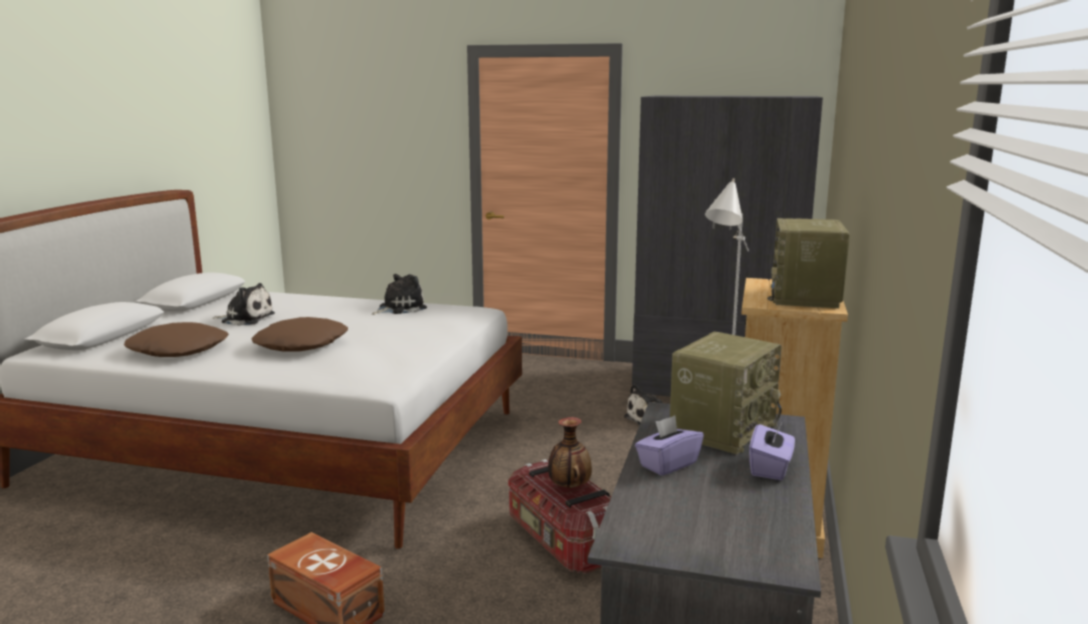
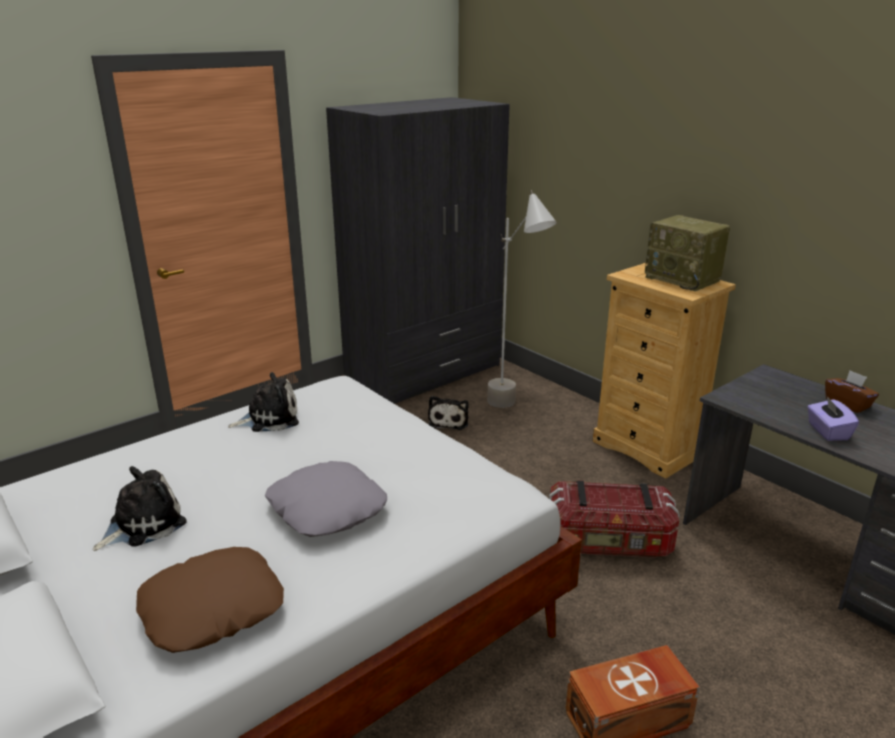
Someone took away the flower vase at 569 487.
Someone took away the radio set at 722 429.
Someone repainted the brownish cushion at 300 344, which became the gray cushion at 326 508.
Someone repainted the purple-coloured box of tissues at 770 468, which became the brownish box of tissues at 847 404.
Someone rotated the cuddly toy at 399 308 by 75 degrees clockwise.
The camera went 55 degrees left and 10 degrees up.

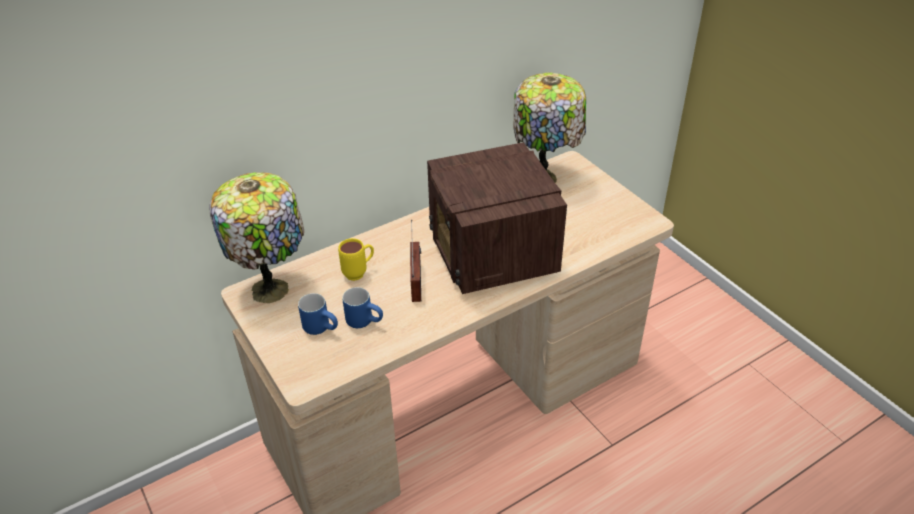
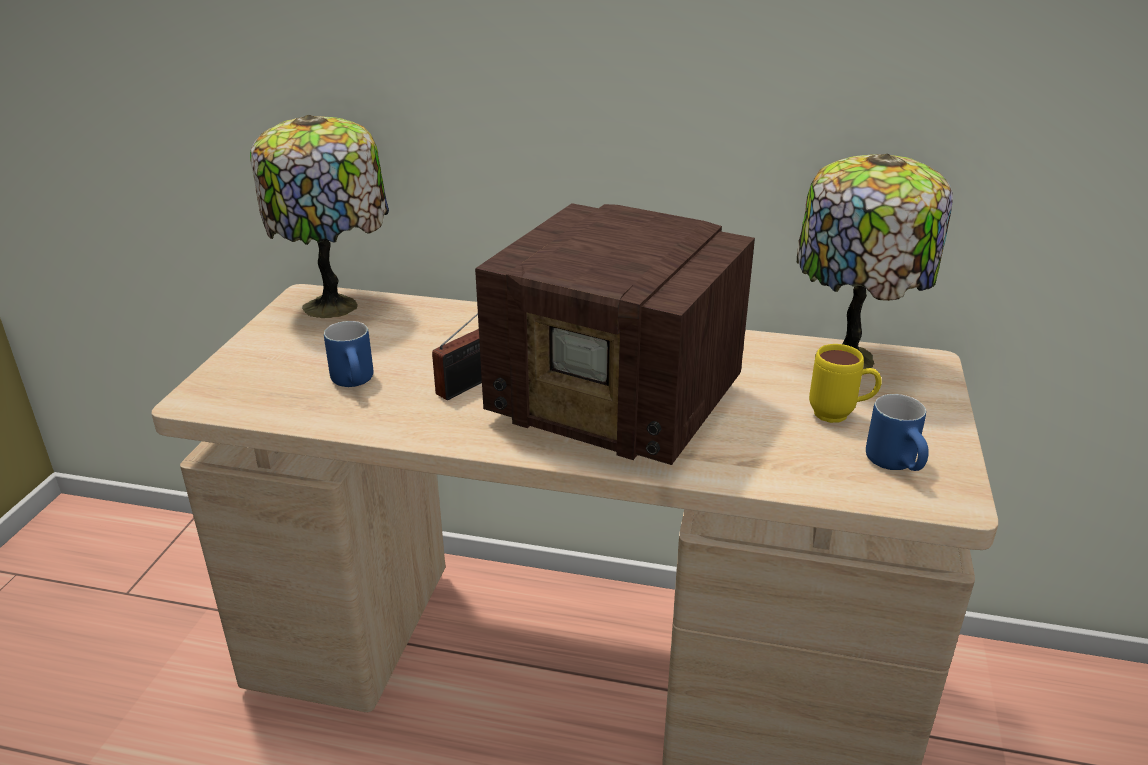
Someone carried the bluish mug from 322 327 to 899 465.
Someone carried the yellow-coloured mug from 359 273 to 840 416.
Someone rotated the radio set at 493 256 by 90 degrees counterclockwise.
The camera went 45 degrees right and 10 degrees down.

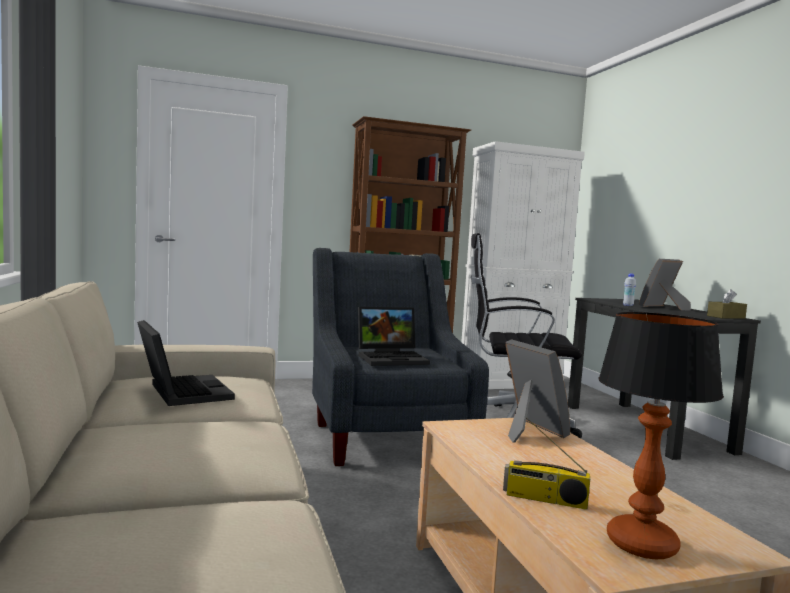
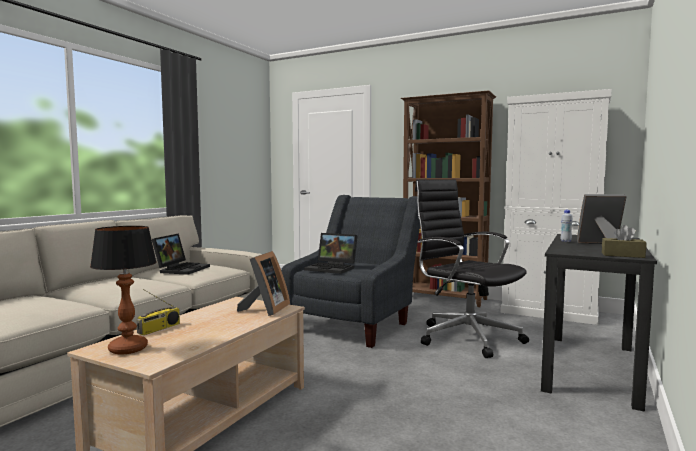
Someone rotated the radio set at 544 499 by 120 degrees counterclockwise.
The camera went 45 degrees right and 0 degrees up.

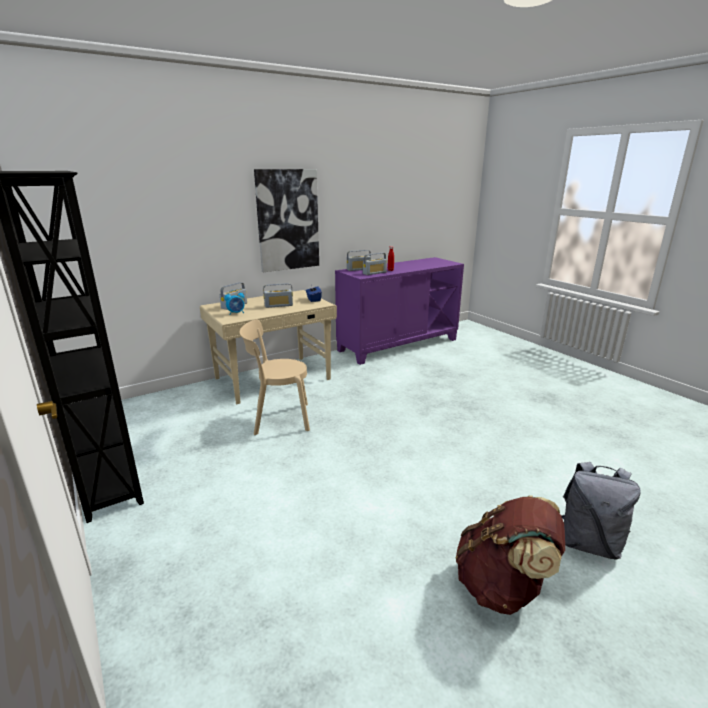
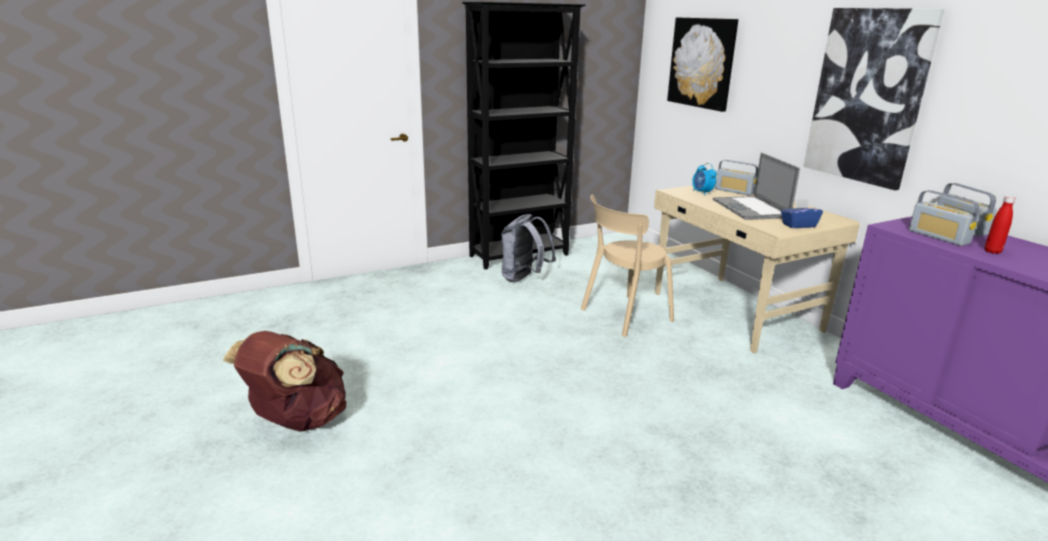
Someone put up the wall picture at 702 63.
Someone carried the gray backpack from 588 543 to 524 278.
Someone swapped the radio set at 278 305 for the laptop at 750 208.
Someone rotated the beige-coloured plain chair at 278 418 by 120 degrees counterclockwise.
The camera went 95 degrees right and 0 degrees up.

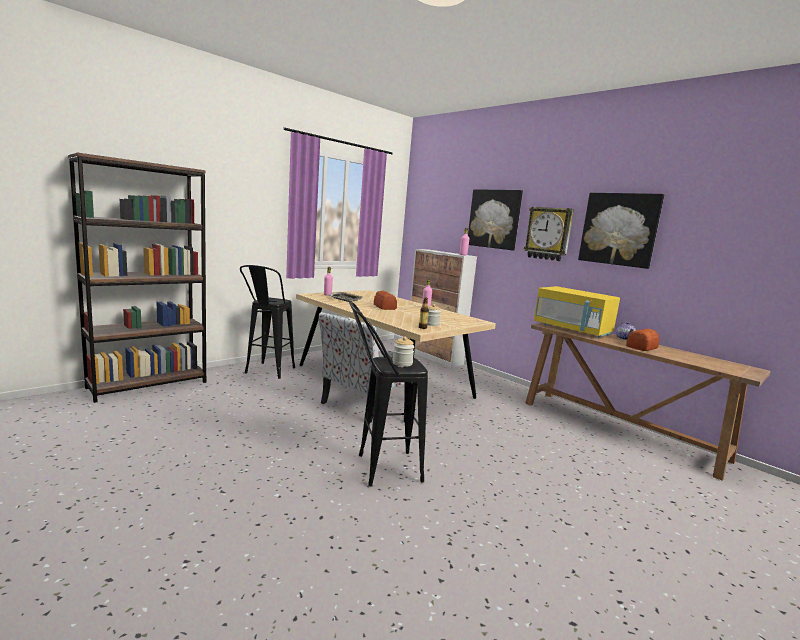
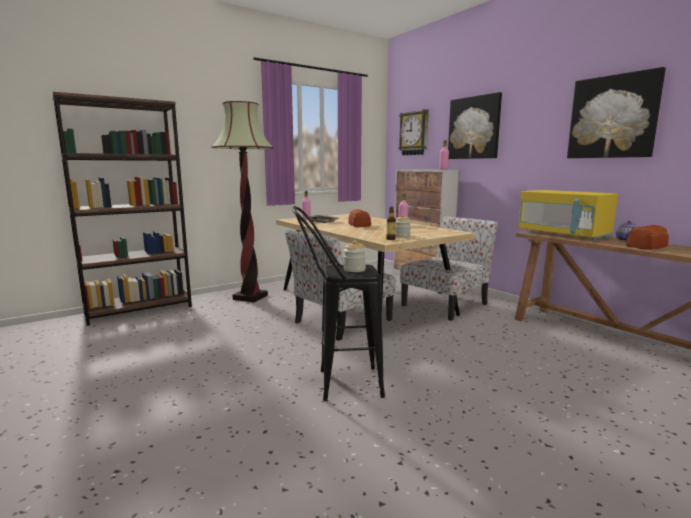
Someone put down the plain chair at 446 304.
Someone carried the wall clock from 548 233 to 414 133.
Someone swapped the black-coloured stool at 266 373 for the standing lamp at 250 297.
The camera went 10 degrees right and 0 degrees up.

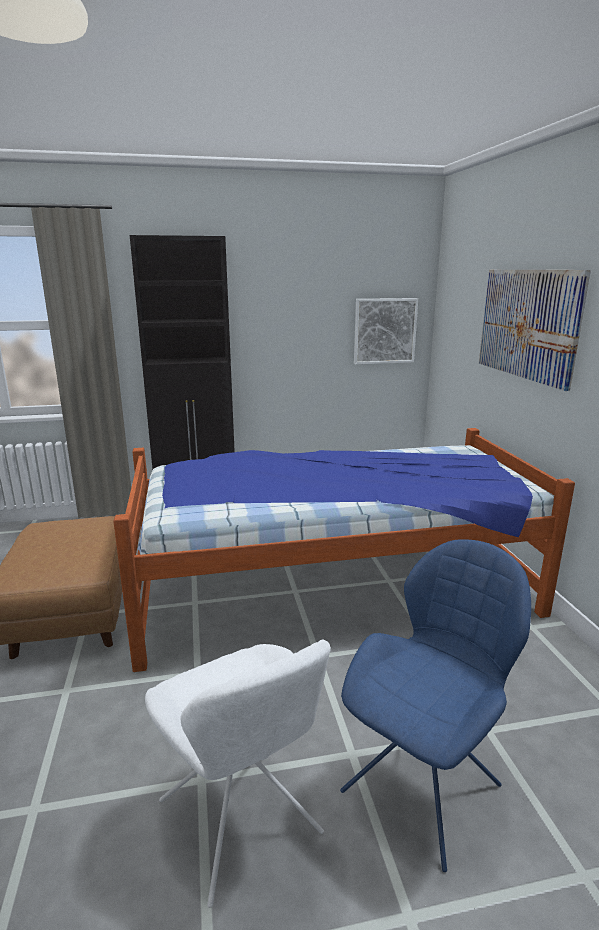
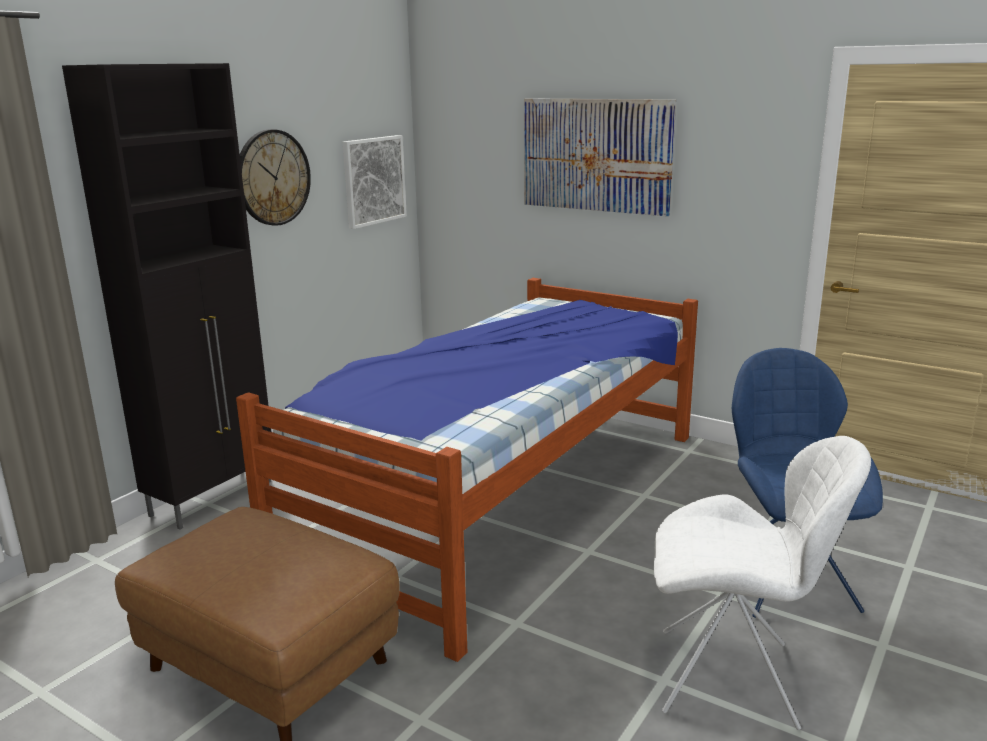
Someone put up the wall clock at 273 177.
The camera went 45 degrees left and 0 degrees up.

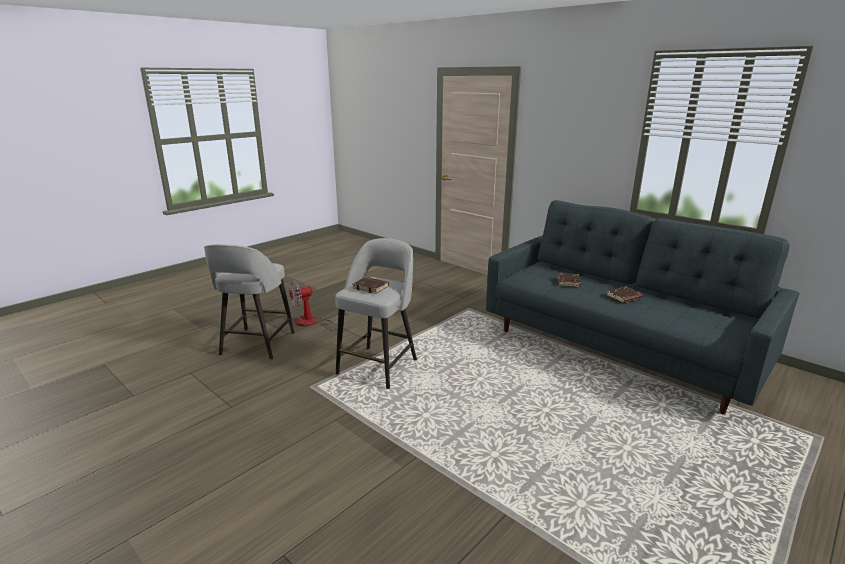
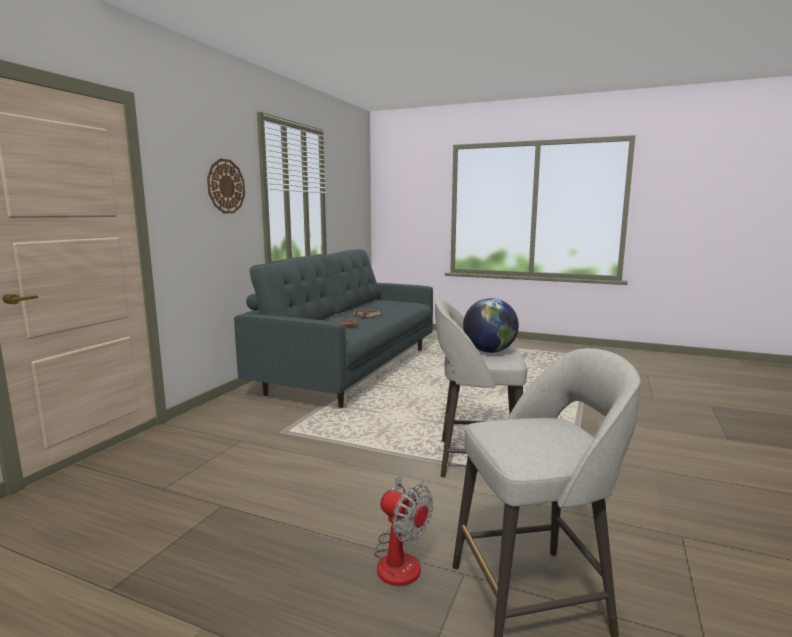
Someone put up the wall clock at 226 186.
Someone swapped the brownish volume at 371 287 for the world globe at 489 351.
The camera went 110 degrees left and 10 degrees down.

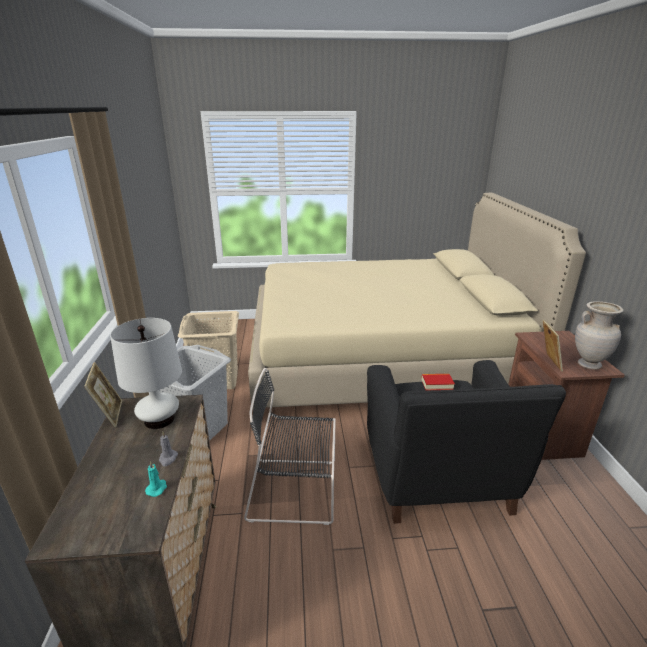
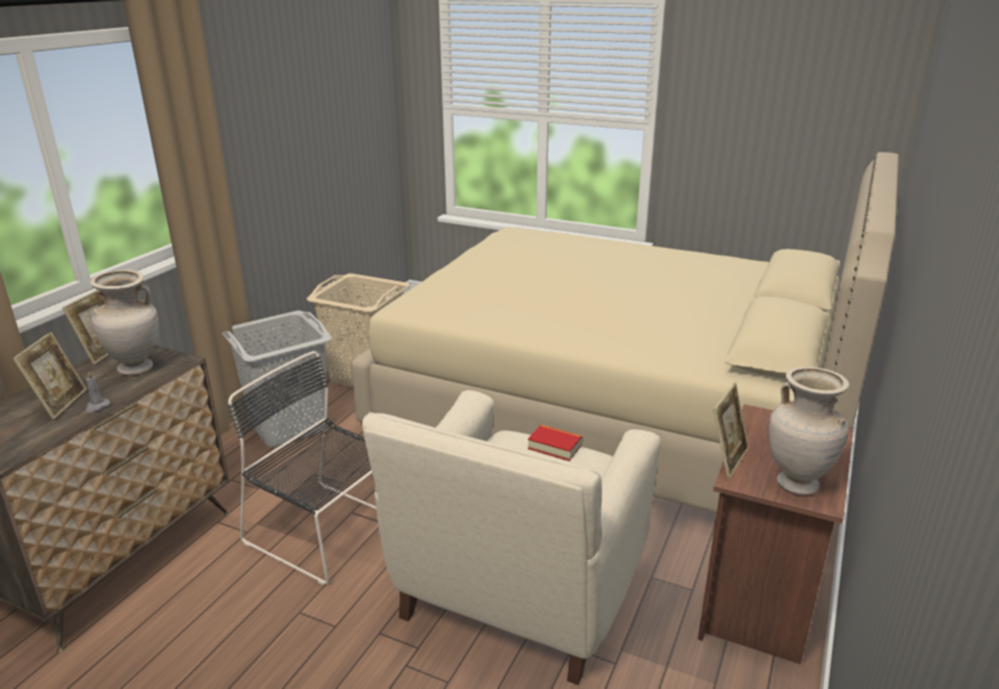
Someone took away the turquoise candle at 157 488.
Someone put down the standing frame at 60 403.
Someone swapped the whitish tabletop lamp at 159 419 for the beige-coloured flower vase at 136 369.
Someone repainted the black-coloured easy chair at 438 479, which became the beige-coloured easy chair at 517 593.
The camera went 30 degrees right and 0 degrees up.

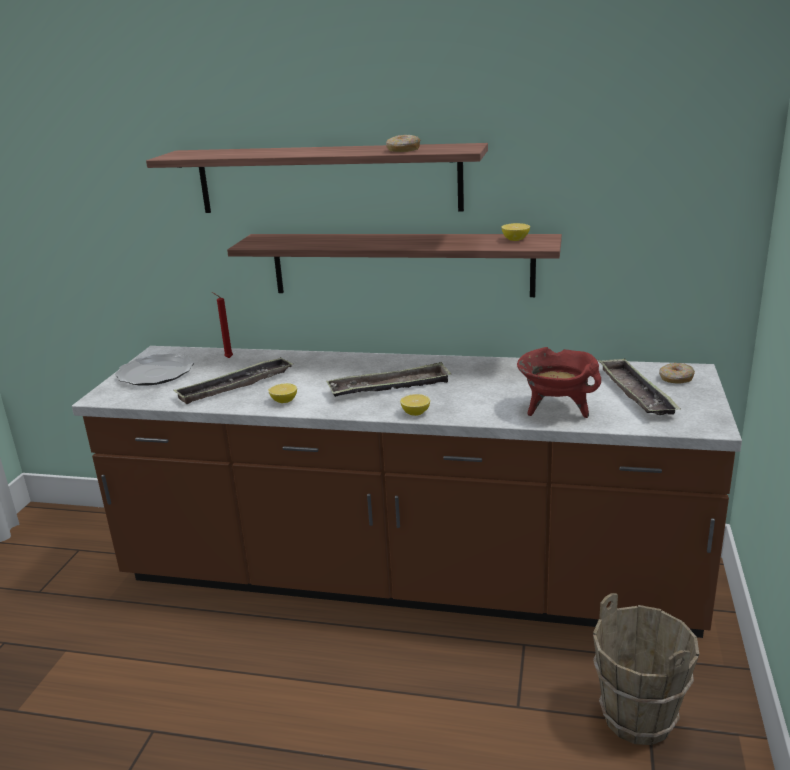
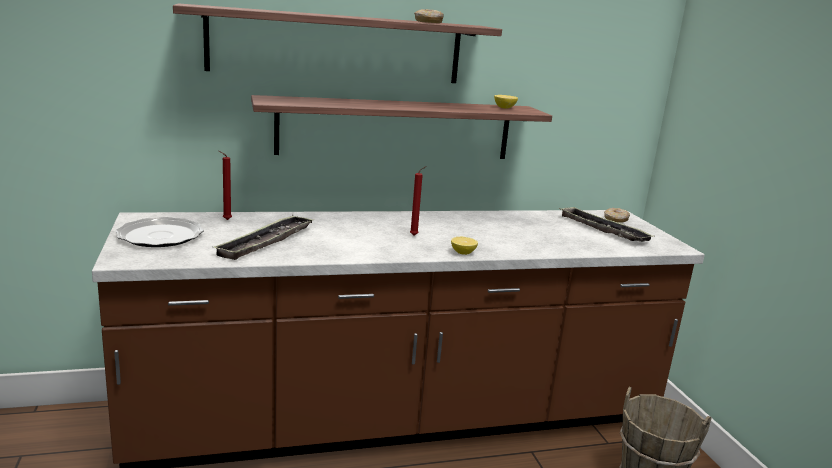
Someone took away the lemon at 284 401.
Someone took away the red stockpot at 556 410.
Someone swapped the tray at 390 387 for the red candle at 415 235.
The camera went 30 degrees left and 5 degrees down.

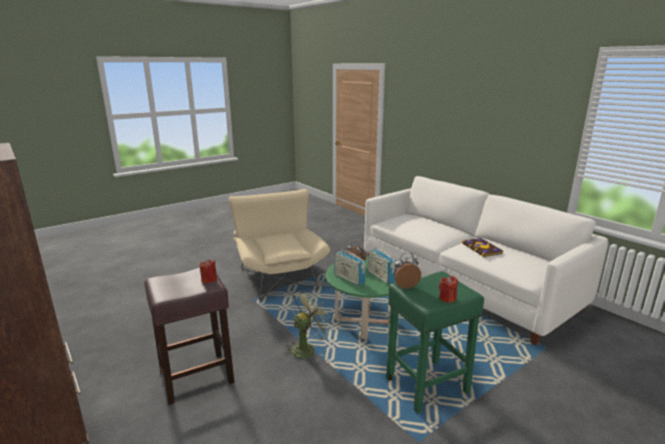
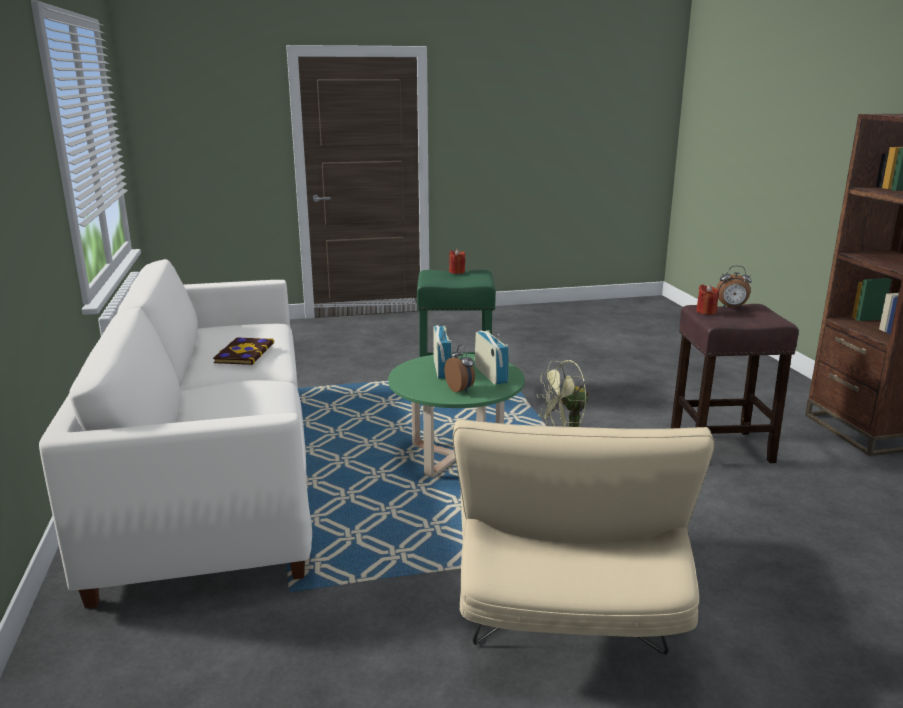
Someone carried the bedside clock from 405 285 to 731 308.
The camera went 155 degrees left and 0 degrees up.

